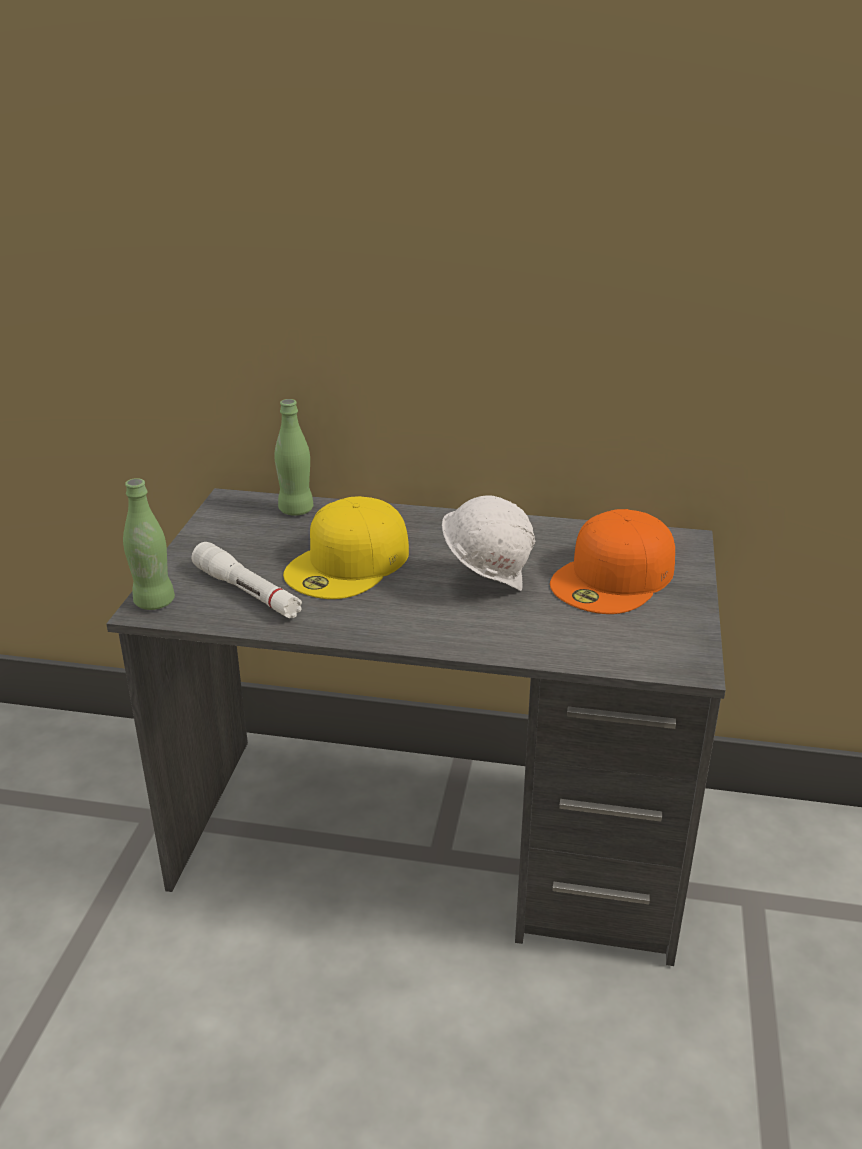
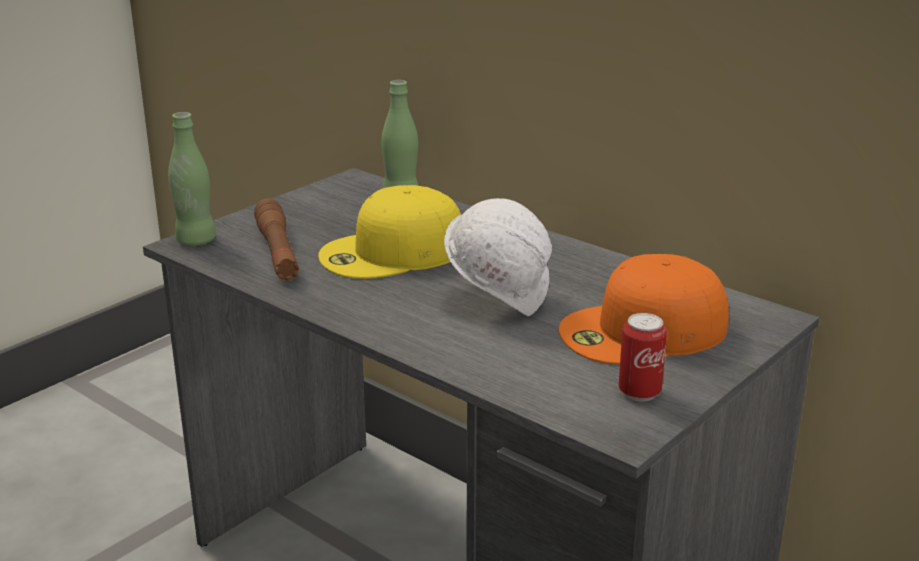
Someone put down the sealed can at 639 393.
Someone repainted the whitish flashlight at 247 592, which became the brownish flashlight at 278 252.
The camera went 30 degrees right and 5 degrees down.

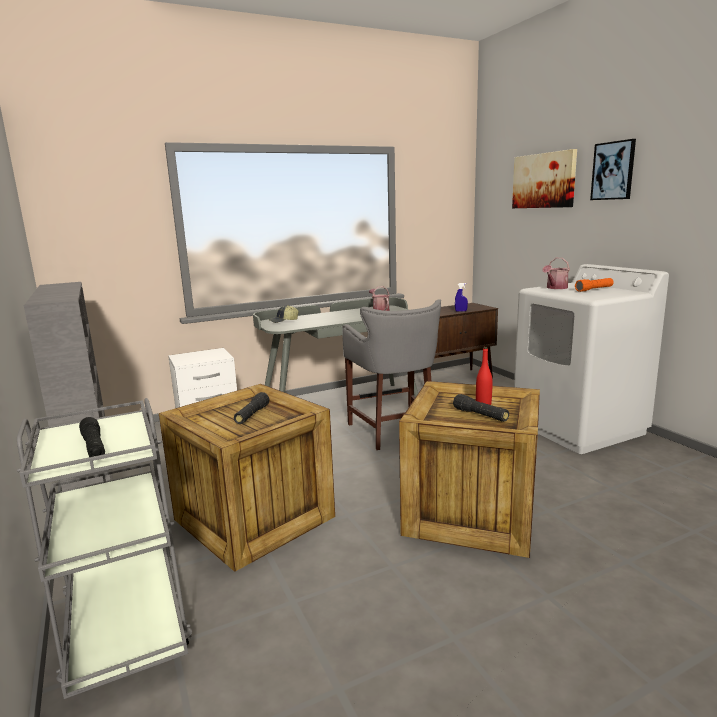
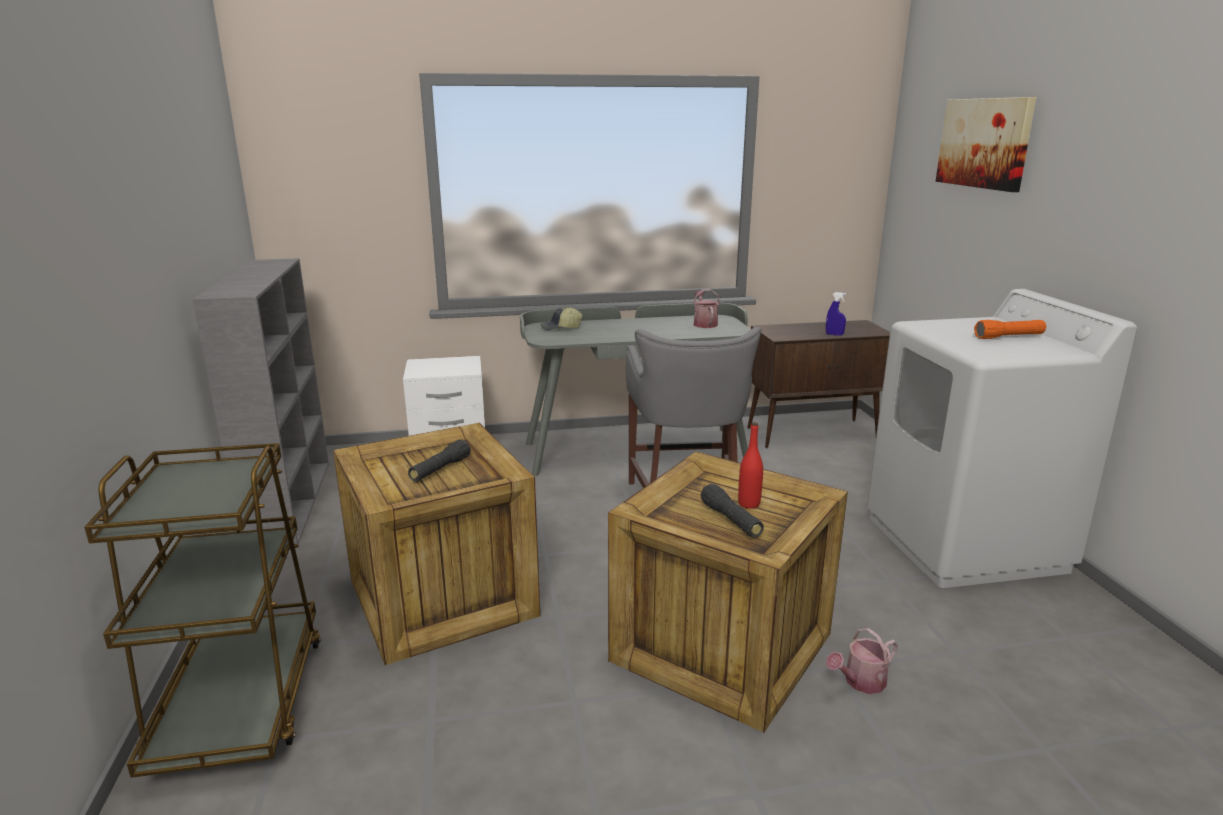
Someone took away the black-coloured flashlight at 94 446.
Someone took away the wall picture at 613 171.
Someone carried the sprinkling can from 555 288 to 860 682.
Someone repainted the gray trolley at 126 623, which became the brownish trolley at 241 702.
The camera went 15 degrees right and 5 degrees up.

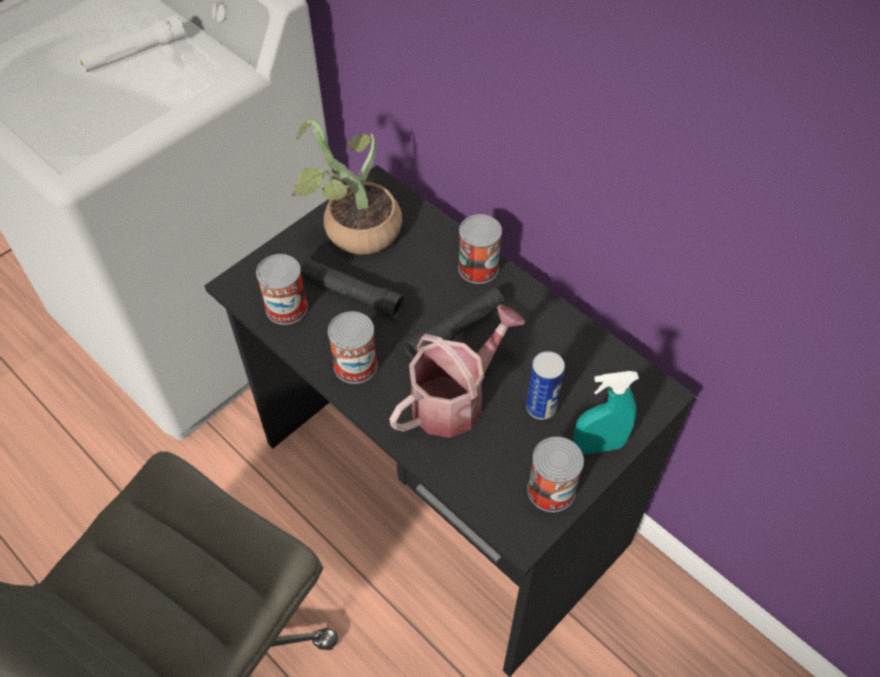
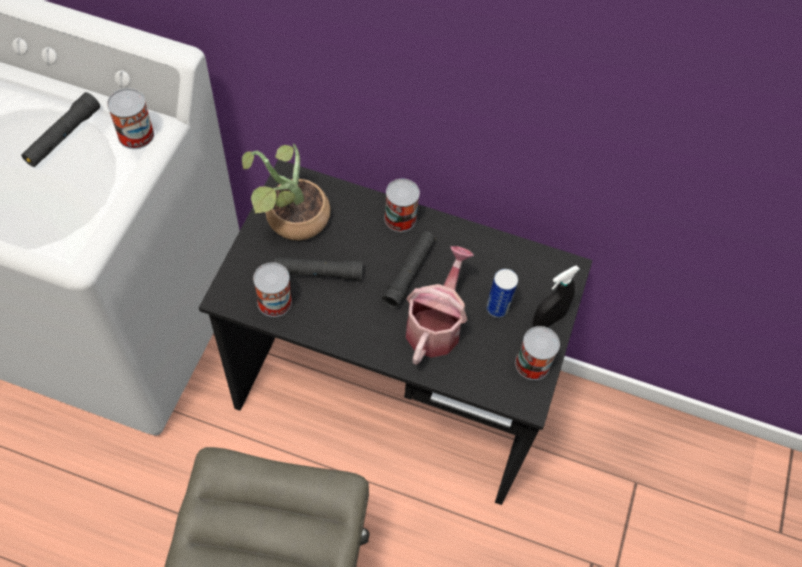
Someone carried the sealed can from 355 365 to 136 135.
Someone repainted the whitish flashlight at 134 54, which became the black-coloured flashlight at 63 136.
Someone repainted the turquoise hand sprayer at 598 445, which became the black-coloured hand sprayer at 547 320.
The camera went 30 degrees left and 5 degrees up.

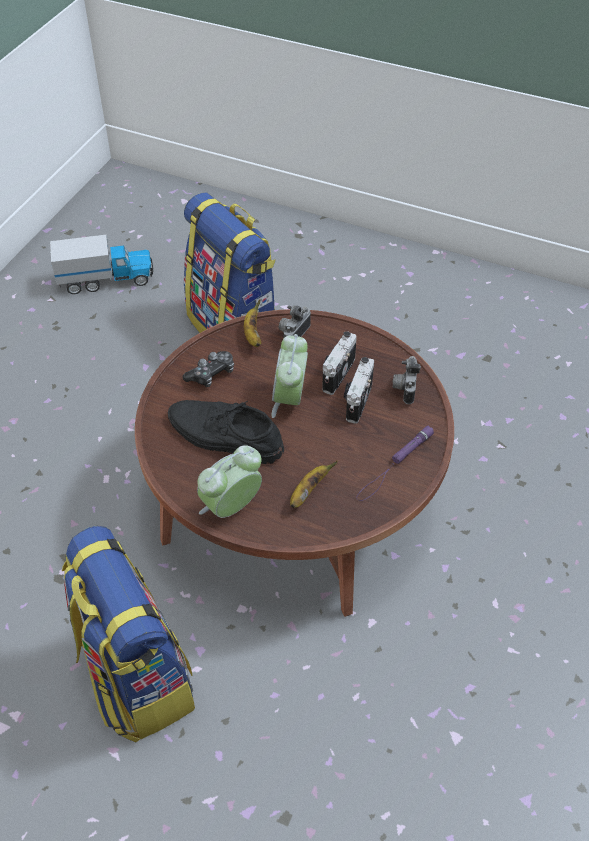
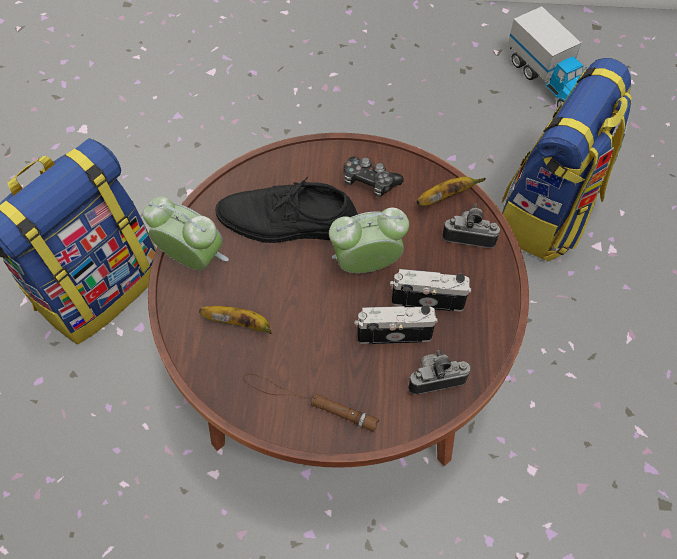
Someone repainted the purple-coloured flashlight at 394 466, which became the brownish flashlight at 308 402.
Someone rotated the black-coloured item of footwear at 224 436 by 90 degrees counterclockwise.
The camera went 70 degrees right and 10 degrees up.

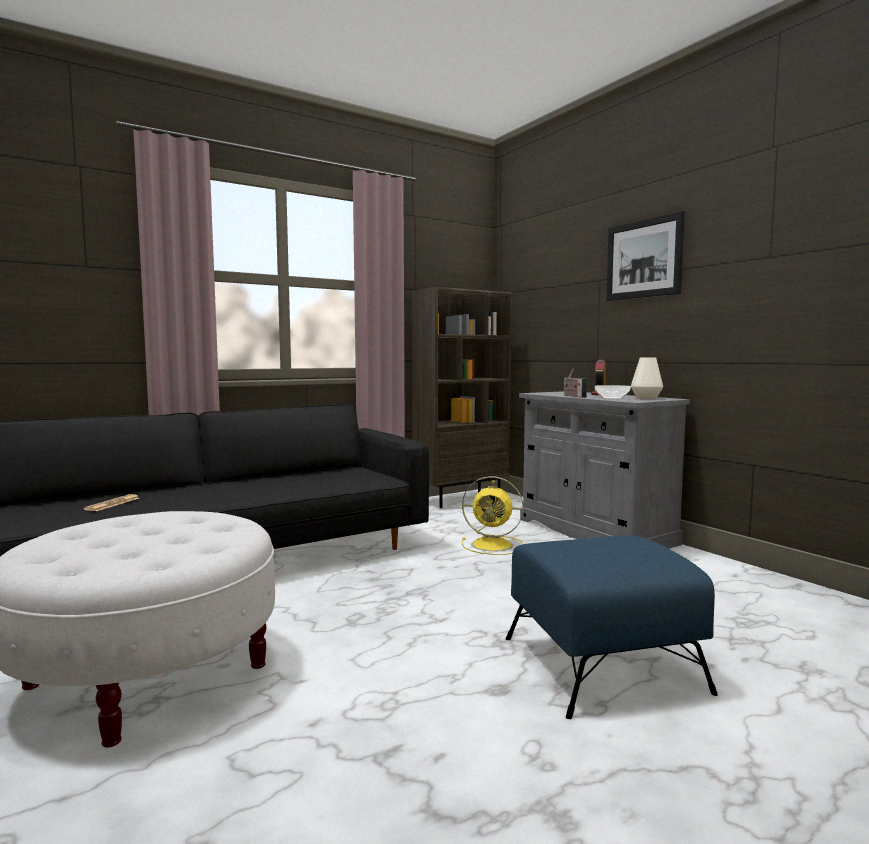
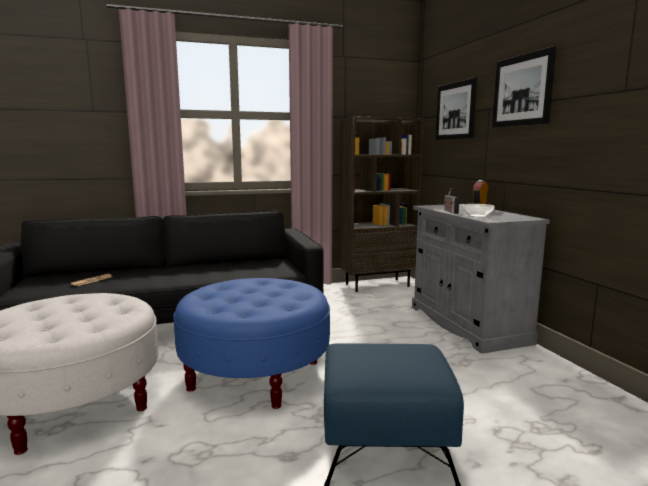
Someone took away the yellow-coloured cooling fan at 494 545.
Someone took away the whitish flower vase at 646 398.
Someone put down the bluish pouffe at 256 375.
Someone put up the wall picture at 455 111.
The camera went 15 degrees right and 5 degrees up.

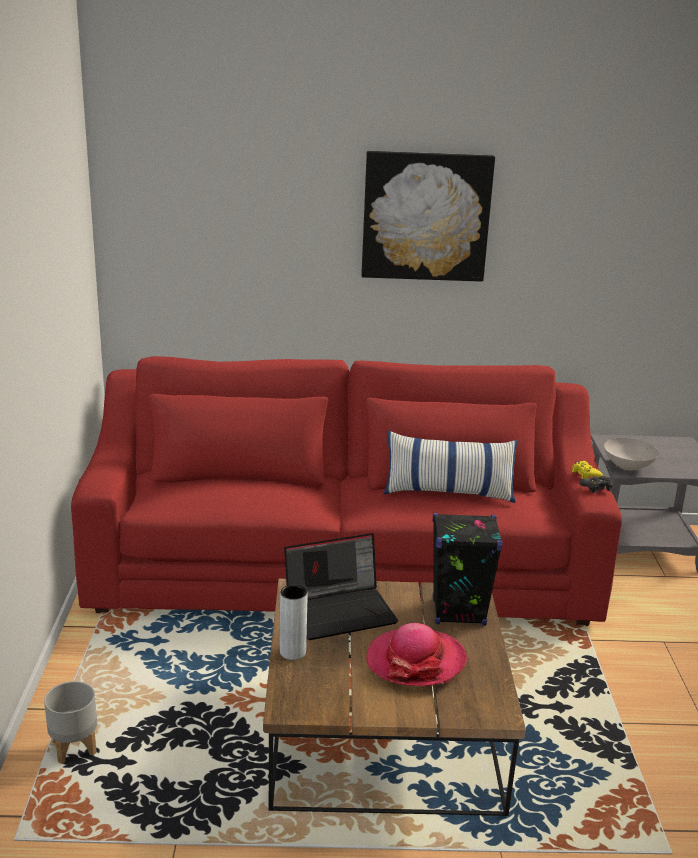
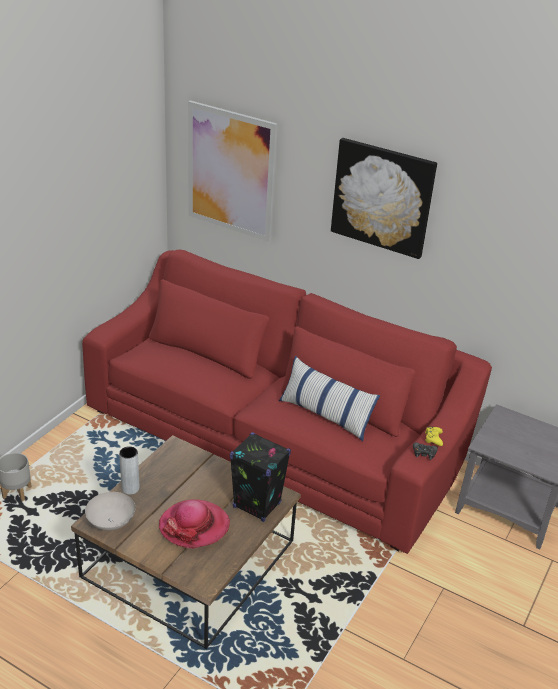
Someone took away the laptop at 341 610.
Someone put up the wall picture at 231 171.
Someone carried the whitish deep dish from 629 467 to 111 523.
The camera went 30 degrees right and 10 degrees up.

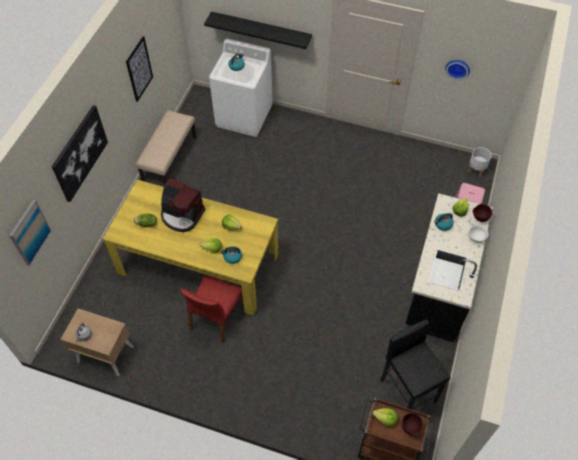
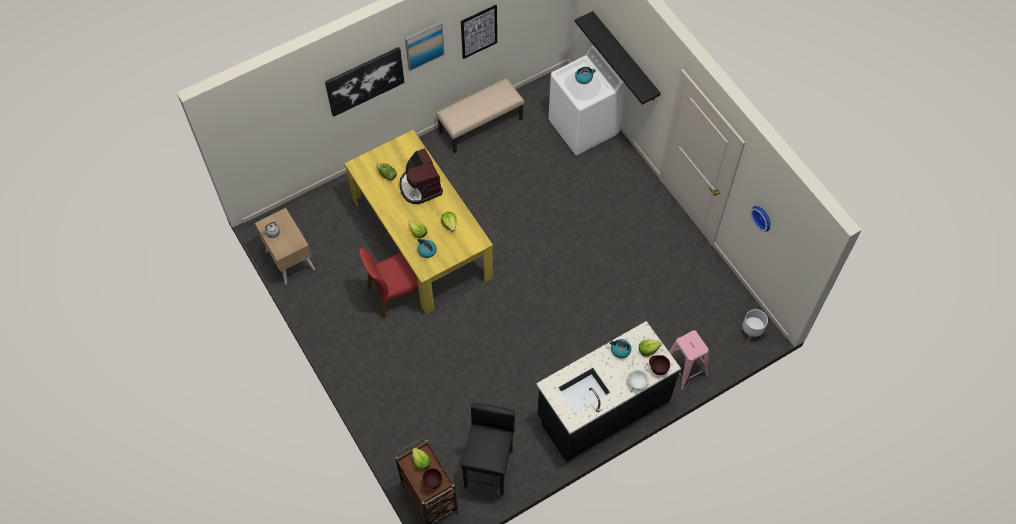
Someone carried the wall picture from 29 232 to 424 45.
The camera went 40 degrees right and 5 degrees up.

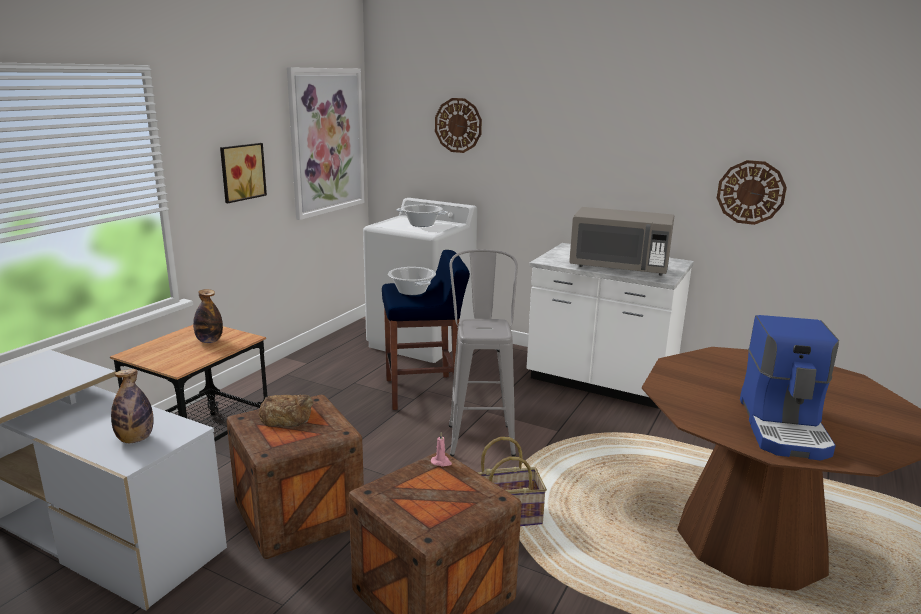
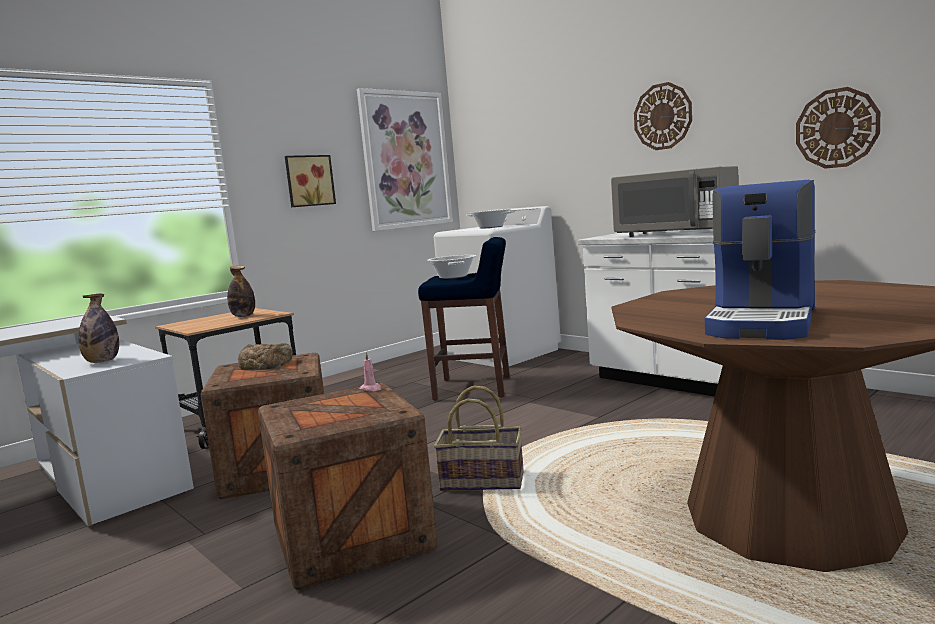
Someone took away the gray stool at 480 434.
Someone carried the wall clock from 458 125 to 662 116.
The camera went 20 degrees right and 10 degrees down.

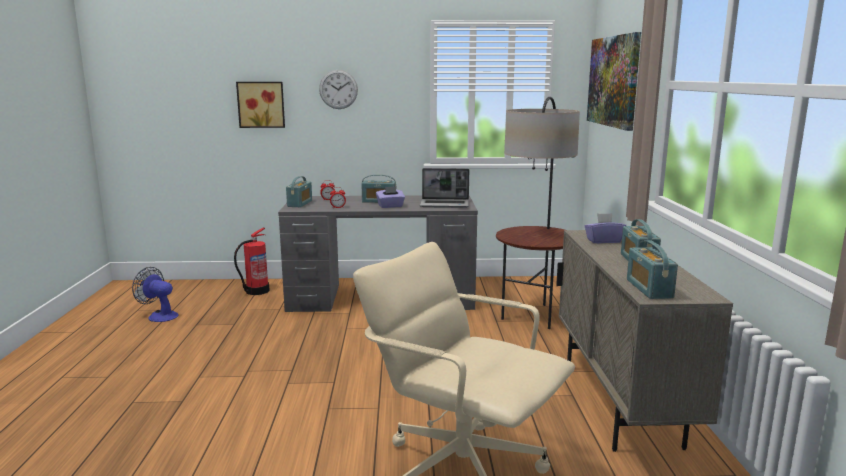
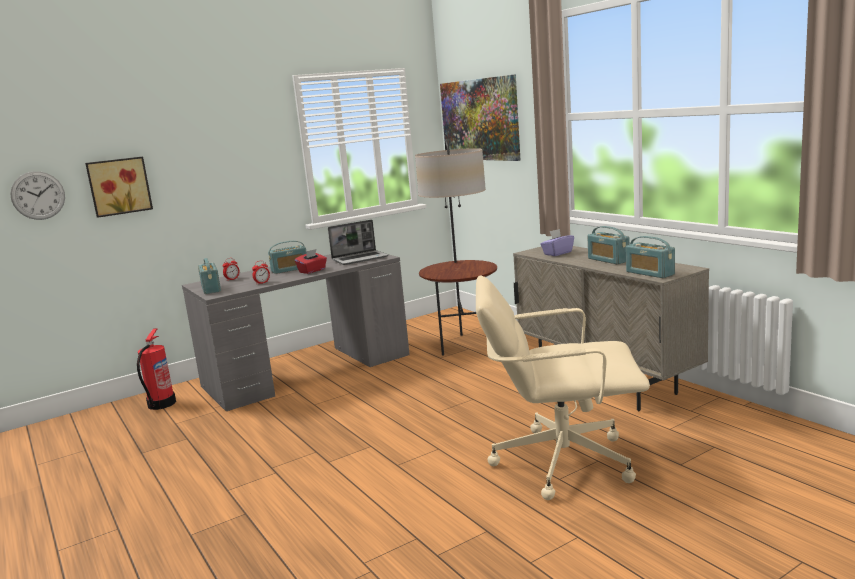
Someone took away the cooling fan at 159 316.
Someone carried the wall clock from 338 89 to 38 195.
Someone repainted the purple-coloured box of tissues at 390 206, which became the red box of tissues at 312 271.
The camera went 30 degrees left and 0 degrees up.

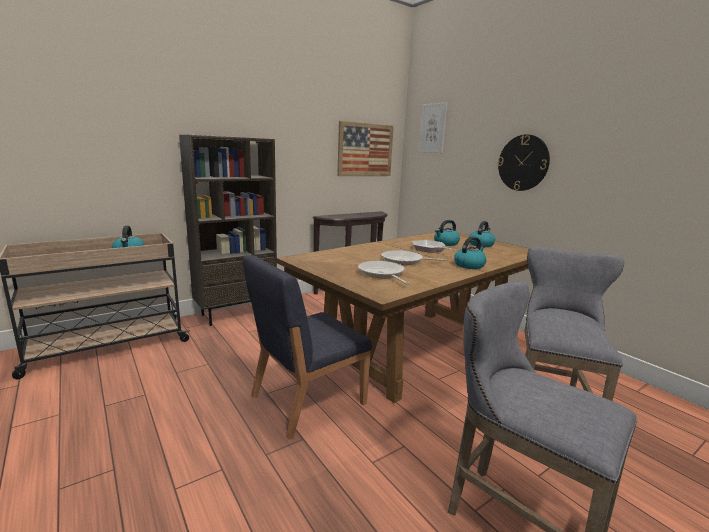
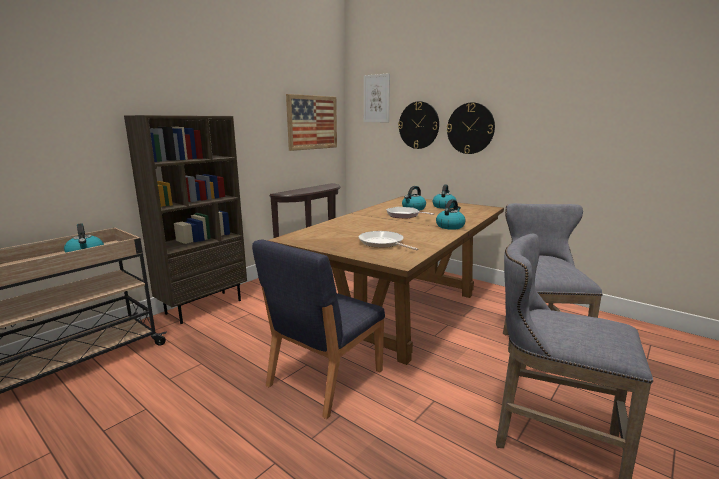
Someone took away the frying pan at 404 261.
Someone put up the wall clock at 418 125.
The camera went 15 degrees left and 0 degrees up.

